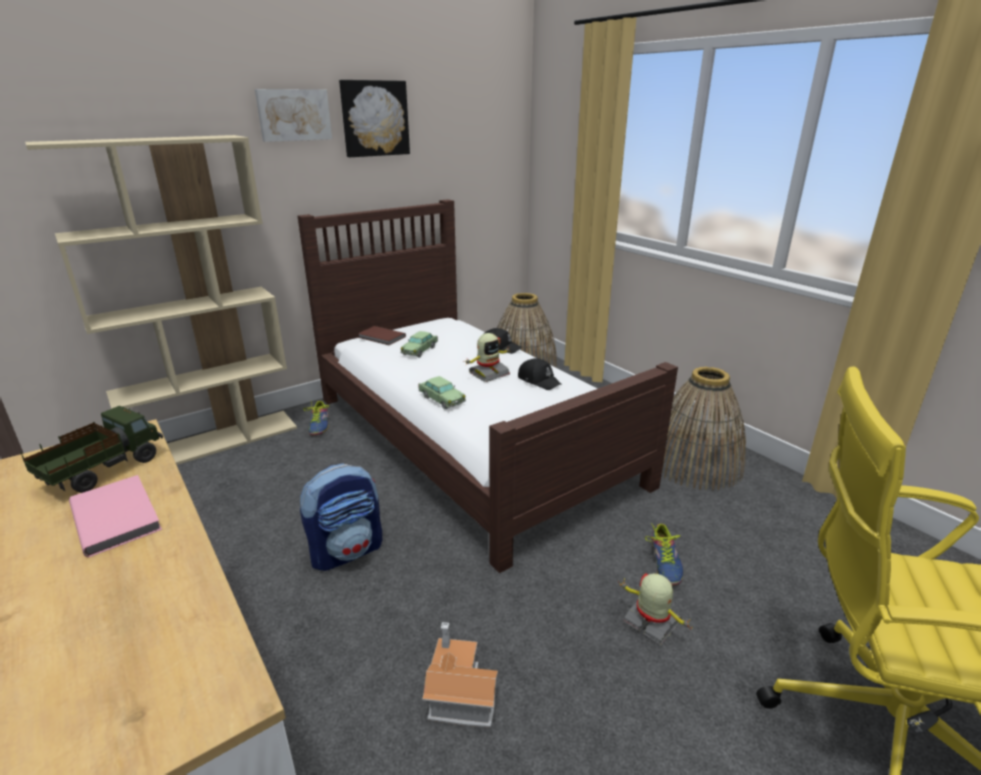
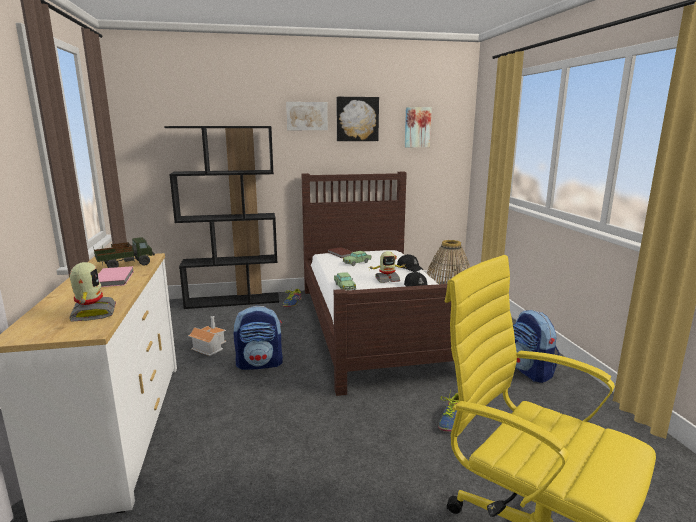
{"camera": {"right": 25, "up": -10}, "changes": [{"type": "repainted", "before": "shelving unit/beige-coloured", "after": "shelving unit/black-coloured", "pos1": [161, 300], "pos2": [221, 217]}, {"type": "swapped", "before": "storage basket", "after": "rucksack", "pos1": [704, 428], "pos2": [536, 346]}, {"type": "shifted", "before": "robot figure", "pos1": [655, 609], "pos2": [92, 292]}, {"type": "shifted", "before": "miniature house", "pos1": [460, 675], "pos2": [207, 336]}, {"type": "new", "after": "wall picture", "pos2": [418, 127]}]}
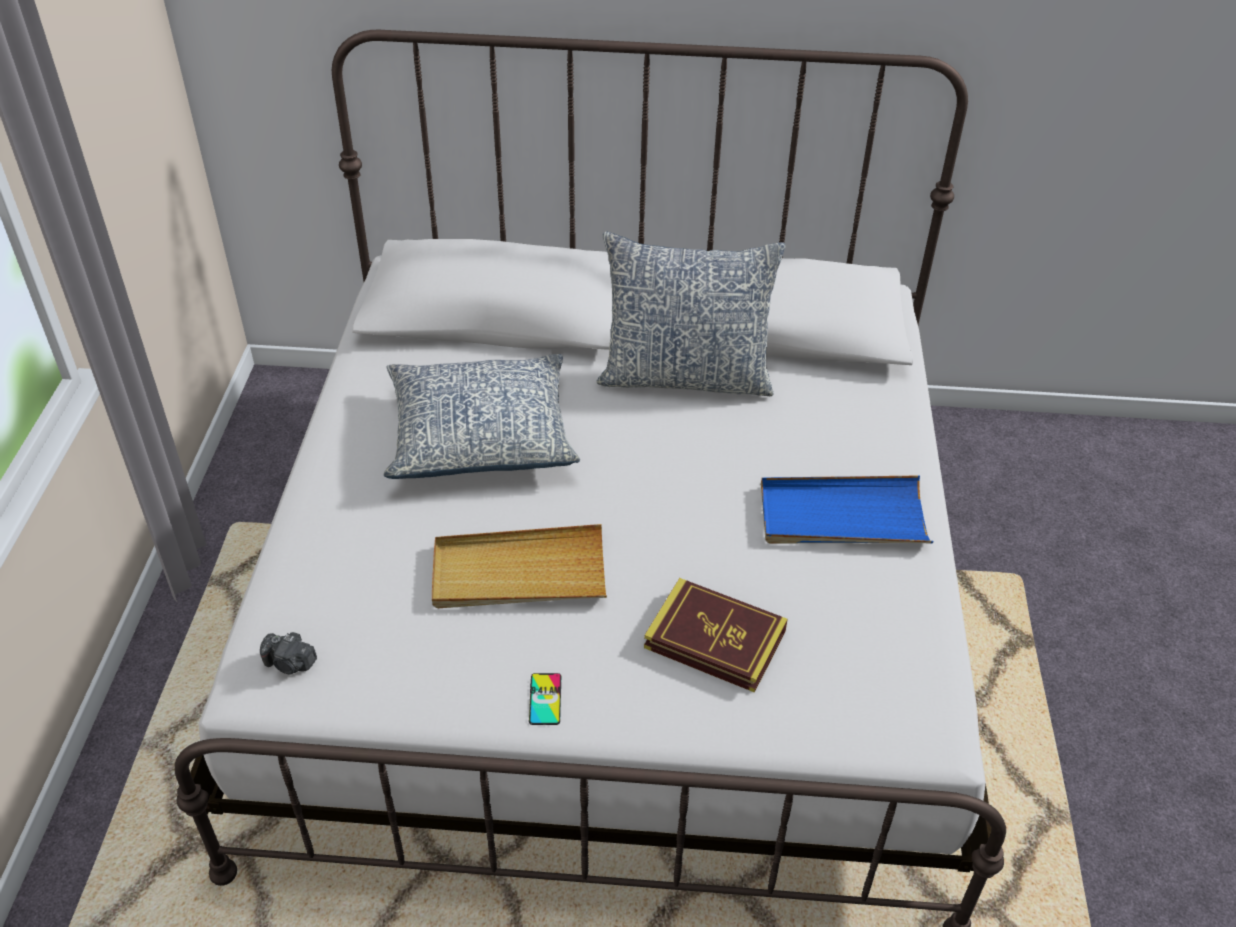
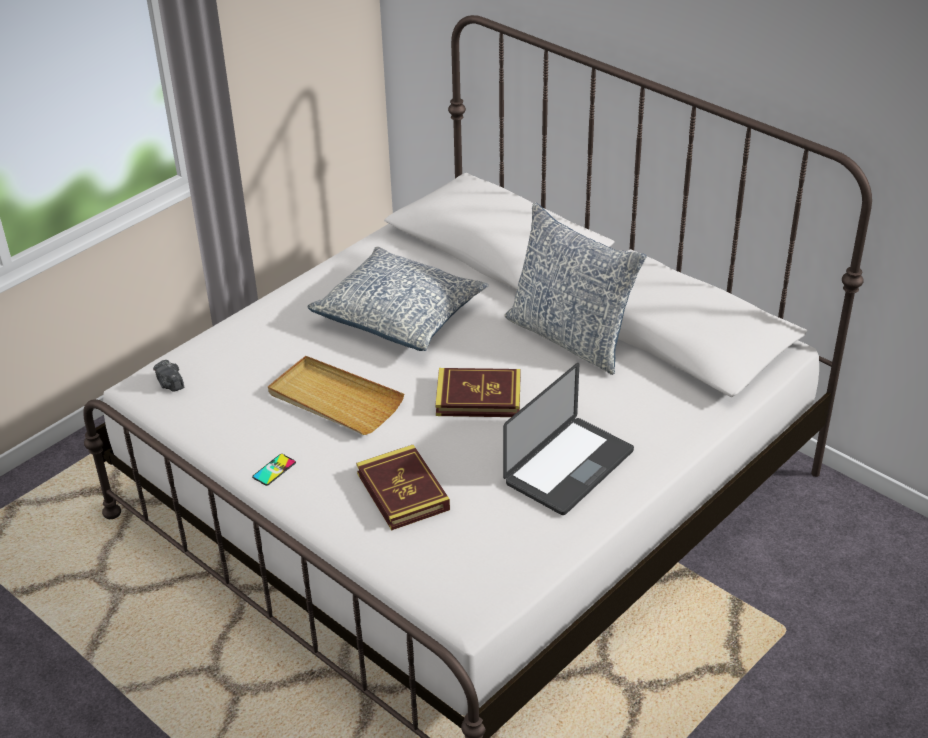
{"camera": {"right": 40, "up": -5}, "changes": [{"type": "swapped", "before": "carrying tray/blue-coloured", "after": "notebook computer", "pos1": [847, 509], "pos2": [568, 439]}, {"type": "new", "after": "bound book", "pos2": [478, 392]}]}
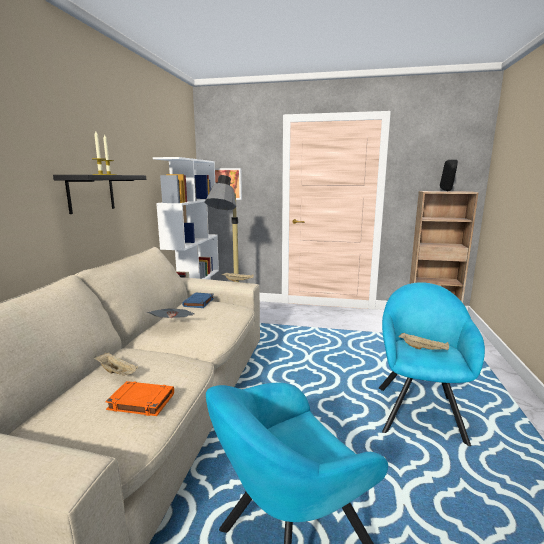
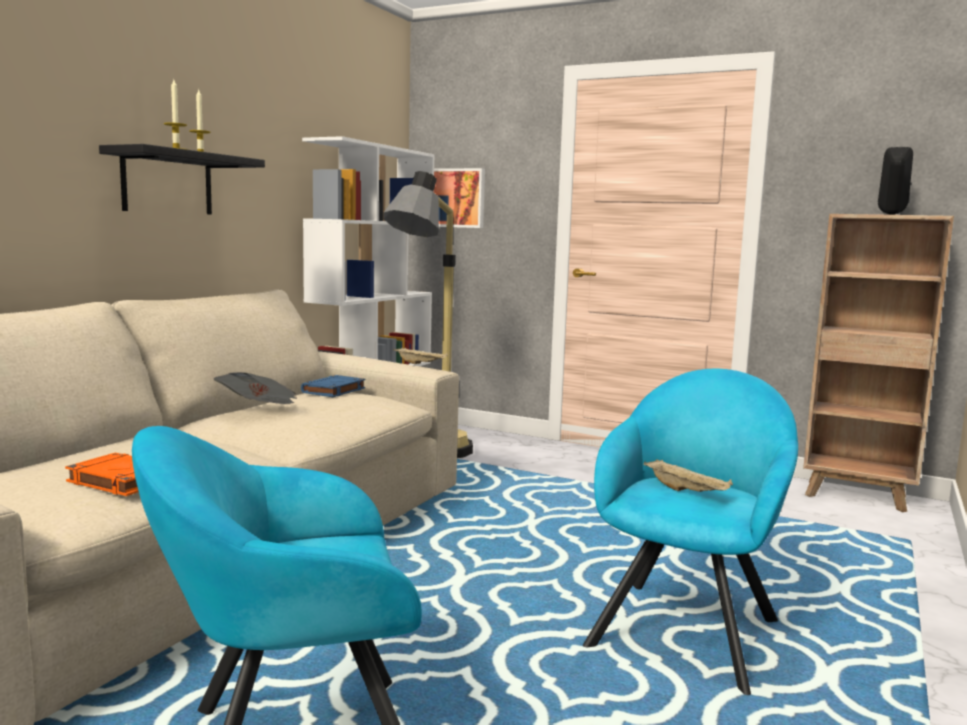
{"camera": {"right": 15, "up": -5}, "changes": [{"type": "gone", "before": "carrying tray/beige-coloured", "pos1": [116, 364]}]}
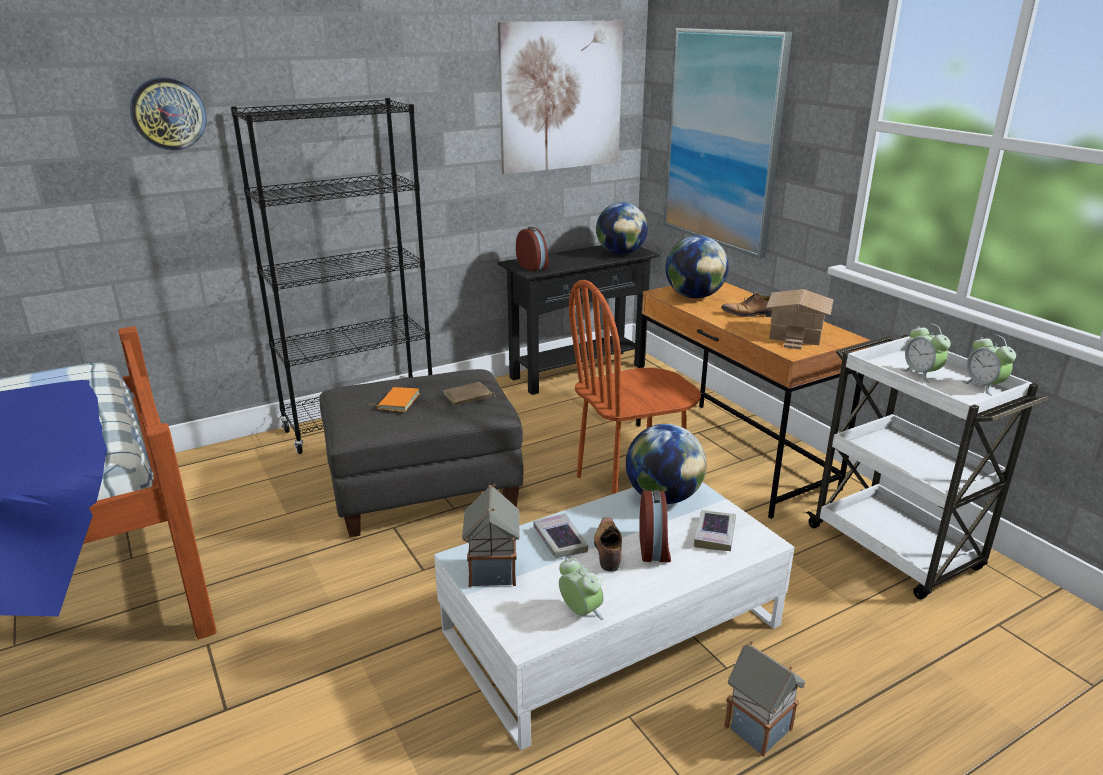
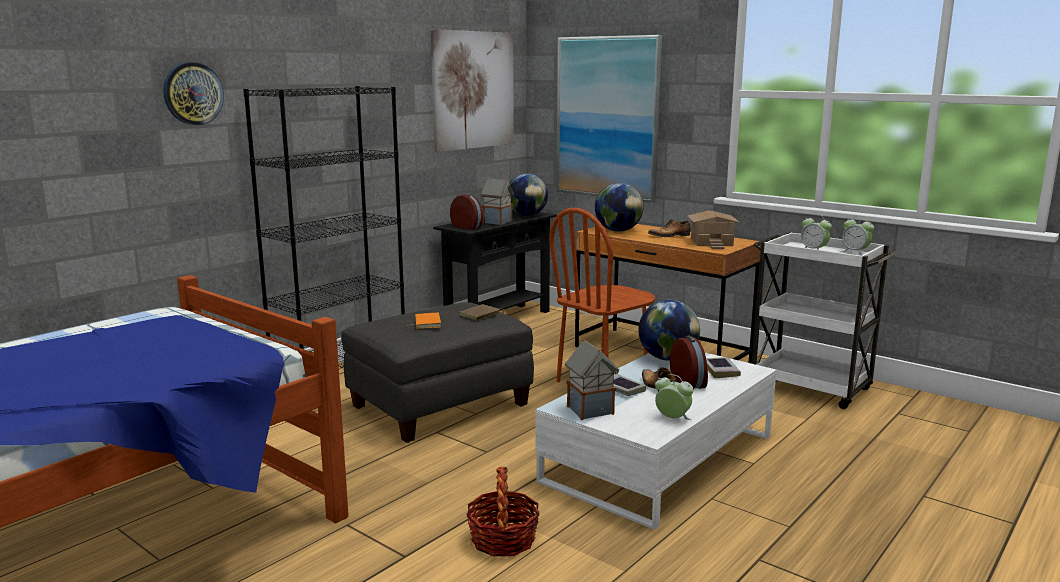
{"camera": {"right": -20, "up": -10}, "changes": [{"type": "shifted", "before": "miniature house", "pos1": [764, 699], "pos2": [497, 201]}, {"type": "new", "after": "storage basket", "pos2": [503, 512]}]}
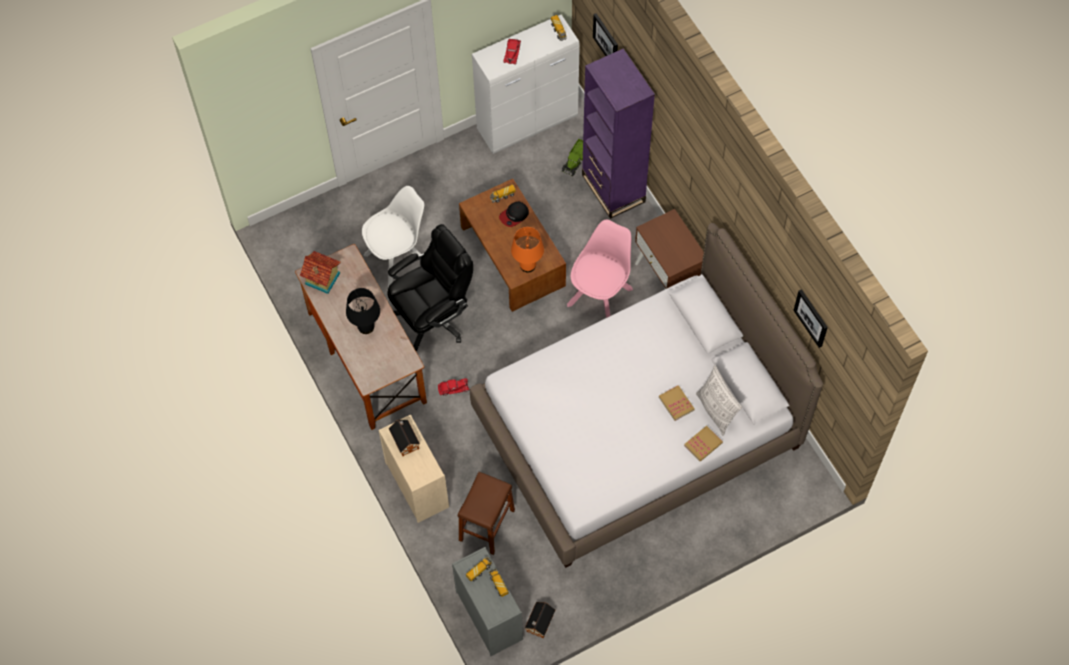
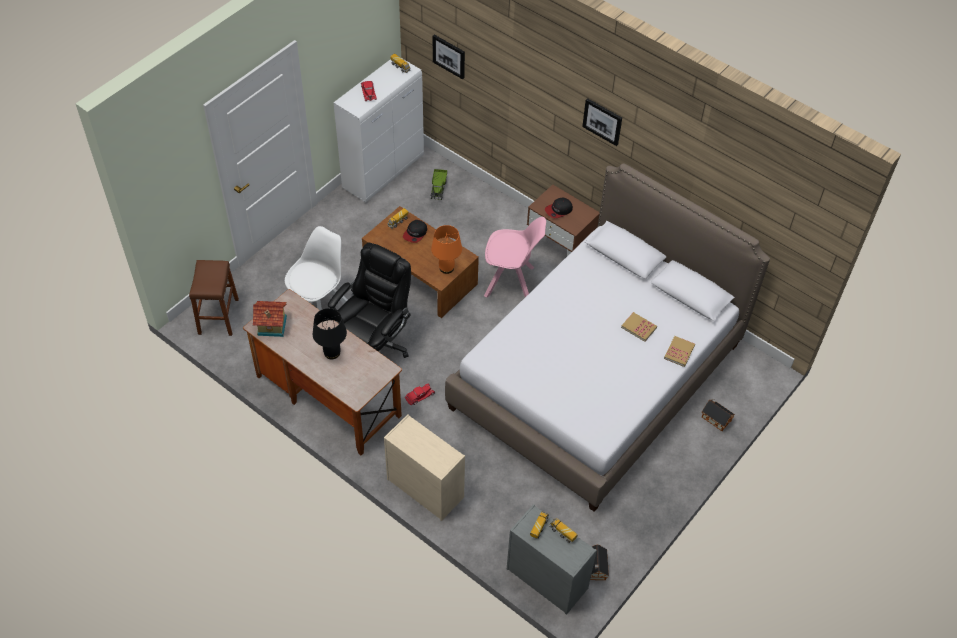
{"camera": {"right": -25, "up": -10}, "changes": [{"type": "gone", "before": "shelving unit/purplish", "pos1": [618, 133]}, {"type": "rotated", "before": "upright chair/pink-coloured", "pos1": [600, 269], "pos2": [515, 257], "turn": 90}, {"type": "shifted", "before": "wall picture", "pos1": [810, 318], "pos2": [602, 122]}, {"type": "gone", "before": "throw pillow", "pos1": [719, 400]}, {"type": "shifted", "before": "miniature house", "pos1": [404, 438], "pos2": [718, 415]}, {"type": "shifted", "before": "sitting stool/brown-coloured", "pos1": [486, 513], "pos2": [214, 298]}, {"type": "new", "after": "baseball cap", "pos2": [559, 208]}]}
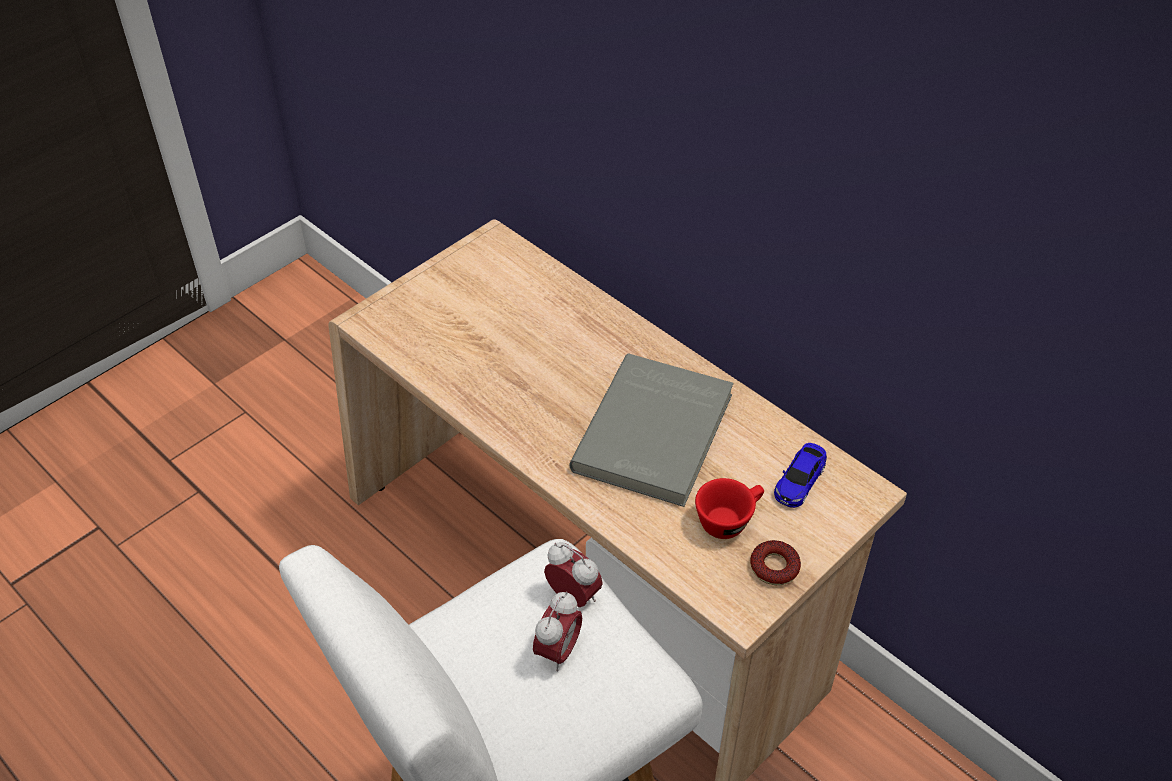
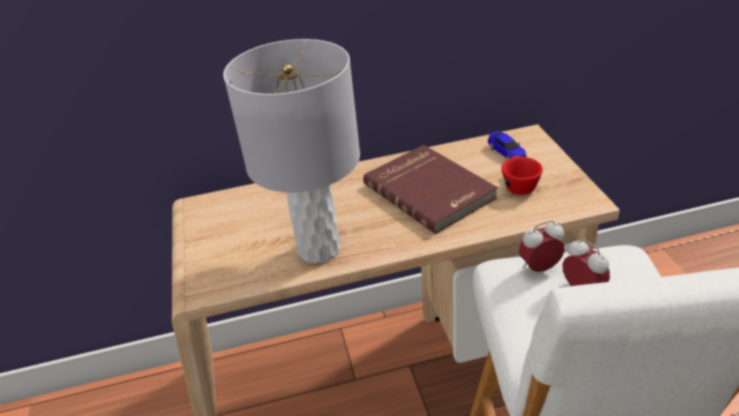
{"camera": {"right": -55, "up": -10}, "changes": [{"type": "repainted", "before": "bound book/grey", "after": "bound book/red-coloured", "pos1": [651, 430], "pos2": [430, 189]}, {"type": "gone", "before": "ring doughnut", "pos1": [775, 562]}, {"type": "new", "after": "lamp for a table/grey", "pos2": [291, 151]}]}
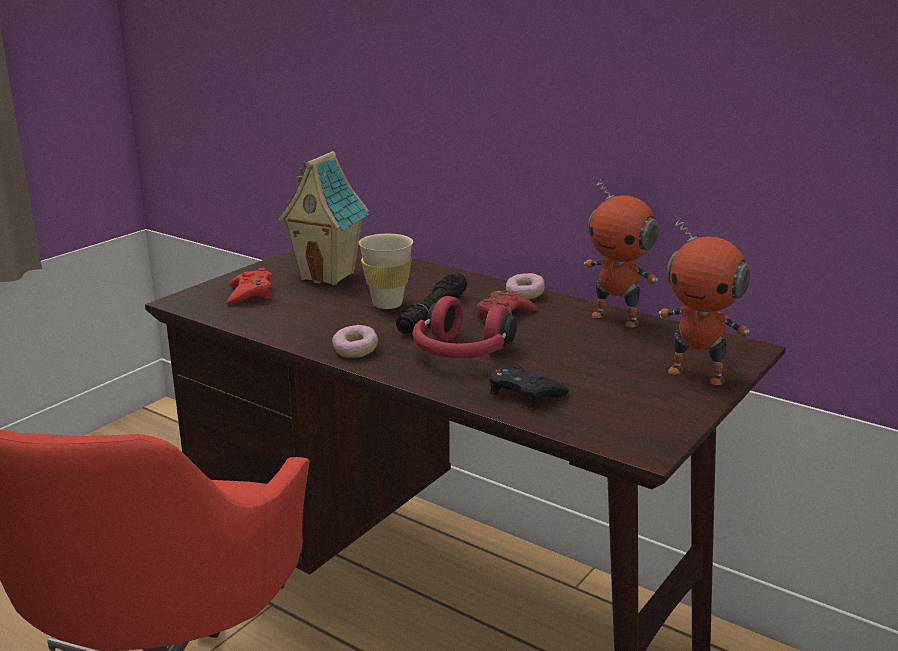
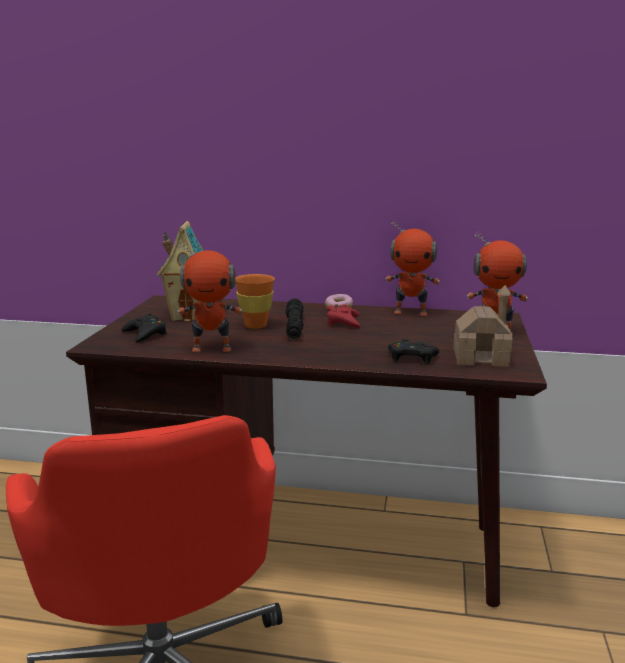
{"camera": {"right": -25, "up": -5}, "changes": [{"type": "repainted", "before": "cup/beige-coloured", "after": "cup/orangey", "pos1": [386, 271], "pos2": [255, 301]}, {"type": "repainted", "before": "joypad/red-coloured", "after": "joypad/black-coloured", "pos1": [249, 286], "pos2": [144, 327]}, {"type": "gone", "before": "headphones/red-coloured", "pos1": [465, 327]}, {"type": "gone", "before": "ring doughnut", "pos1": [355, 341]}, {"type": "new", "after": "robot figure", "pos2": [210, 297]}, {"type": "new", "after": "miniature house", "pos2": [482, 326]}]}
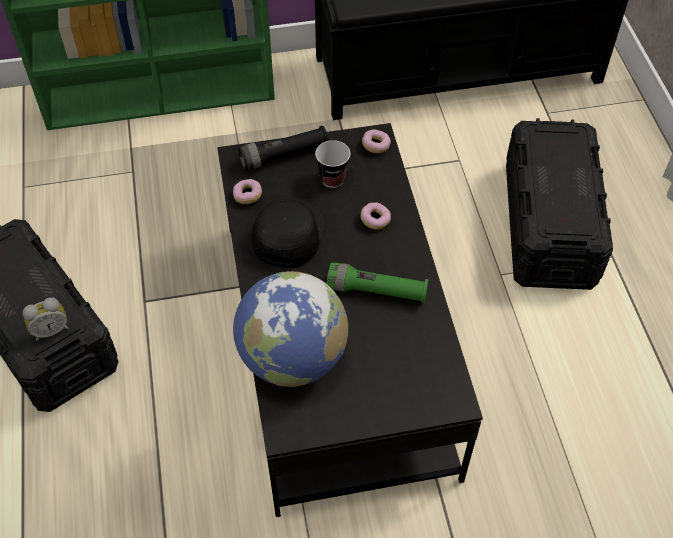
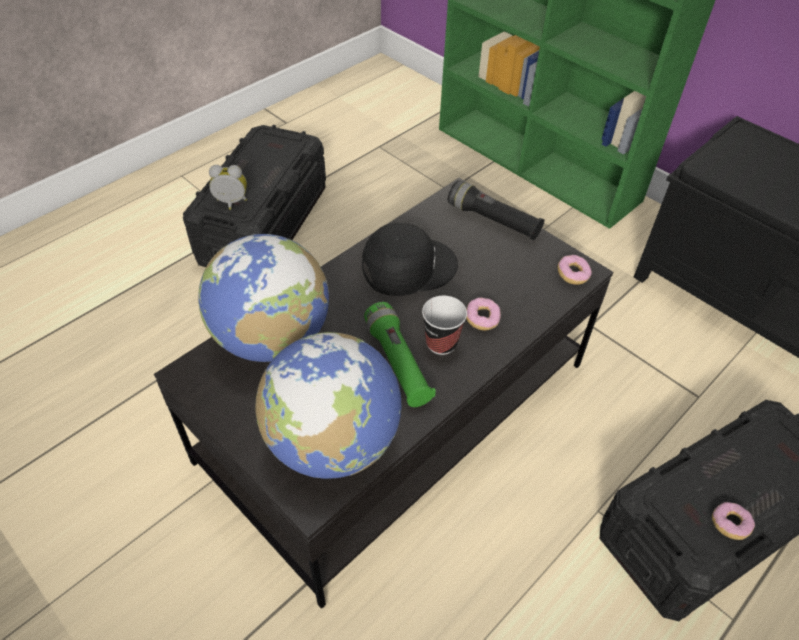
{"camera": {"right": 55, "up": -5}, "changes": [{"type": "shifted", "before": "cup", "pos1": [332, 164], "pos2": [444, 325]}, {"type": "shifted", "before": "ring doughnut", "pos1": [247, 191], "pos2": [733, 521]}, {"type": "rotated", "before": "bedside clock", "pos1": [46, 319], "pos2": [228, 187], "turn": 150}, {"type": "new", "after": "globe", "pos2": [328, 405]}]}
